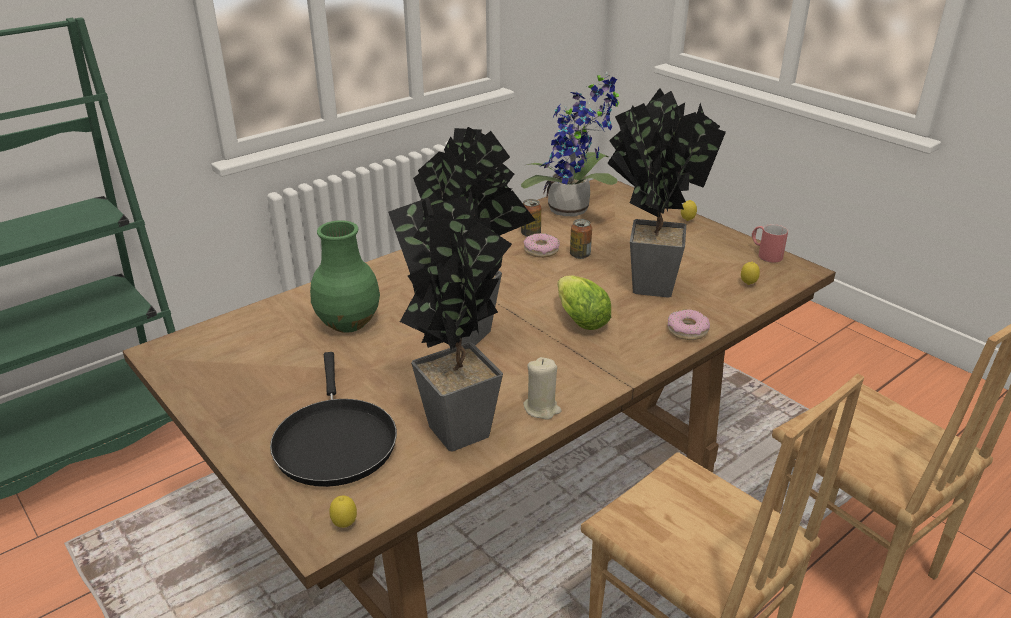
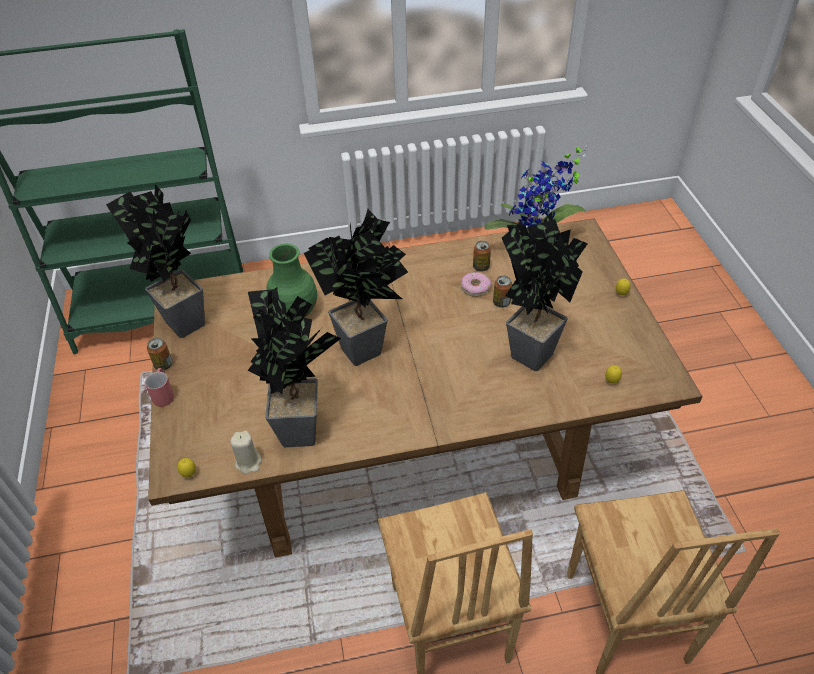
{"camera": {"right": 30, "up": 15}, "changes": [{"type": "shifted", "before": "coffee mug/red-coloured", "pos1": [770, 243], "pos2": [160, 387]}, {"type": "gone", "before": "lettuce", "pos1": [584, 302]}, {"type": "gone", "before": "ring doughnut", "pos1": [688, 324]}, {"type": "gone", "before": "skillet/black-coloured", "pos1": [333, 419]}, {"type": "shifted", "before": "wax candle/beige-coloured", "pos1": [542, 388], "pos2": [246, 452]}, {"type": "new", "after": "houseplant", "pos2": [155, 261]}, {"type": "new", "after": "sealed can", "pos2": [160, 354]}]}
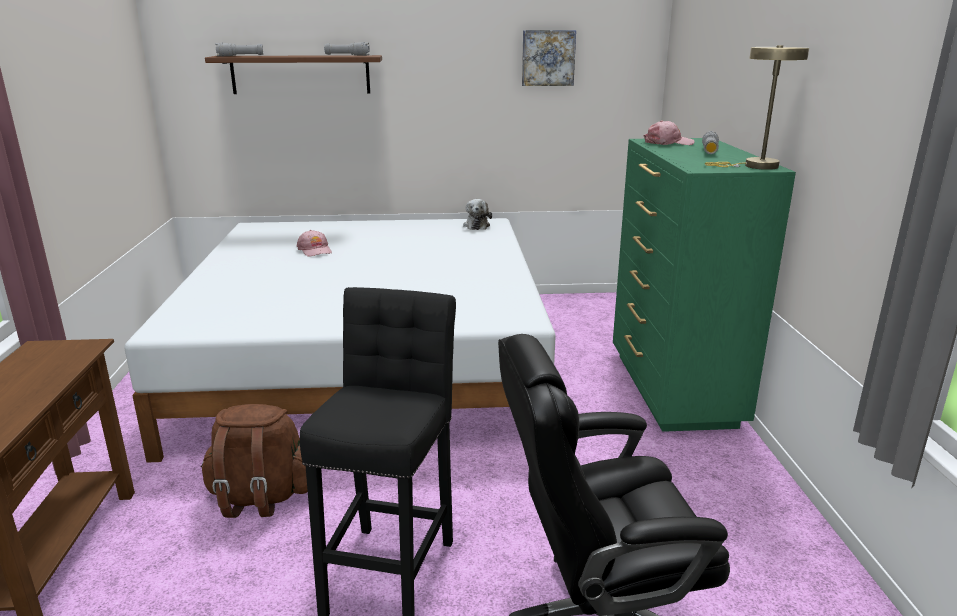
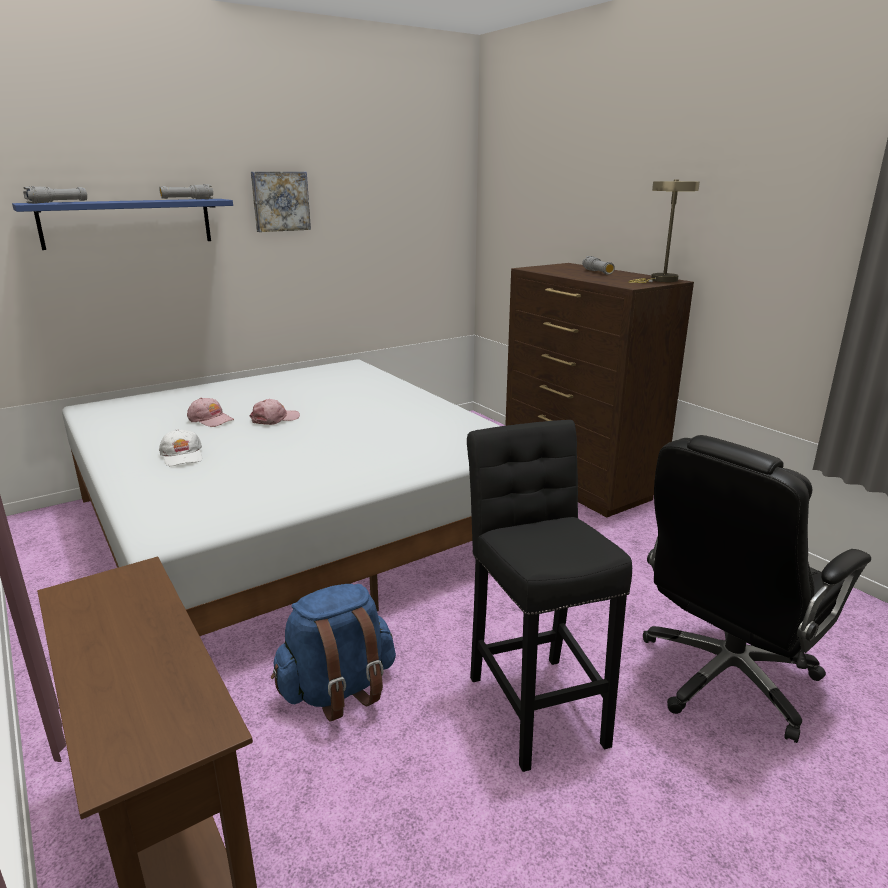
{"camera": {"right": -30, "up": 0}, "changes": [{"type": "shifted", "before": "wall picture", "pos1": [549, 58], "pos2": [281, 202]}, {"type": "repainted", "before": "wall shelf/brown-coloured", "after": "wall shelf/blue-coloured", "pos1": [293, 74], "pos2": [122, 224]}, {"type": "shifted", "before": "baseball cap/pink-coloured", "pos1": [669, 132], "pos2": [274, 412]}, {"type": "repainted", "before": "dresser/green", "after": "dresser/brown-coloured", "pos1": [704, 285], "pos2": [599, 390]}, {"type": "gone", "before": "plush toy", "pos1": [477, 214]}, {"type": "repainted", "before": "rucksack/brown-coloured", "after": "rucksack/blue-coloured", "pos1": [254, 461], "pos2": [333, 653]}, {"type": "new", "after": "baseball cap/whitish", "pos2": [180, 447]}]}
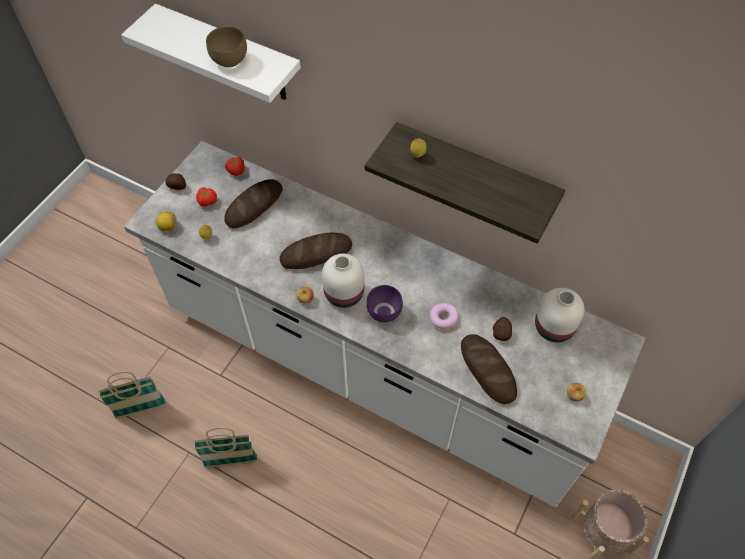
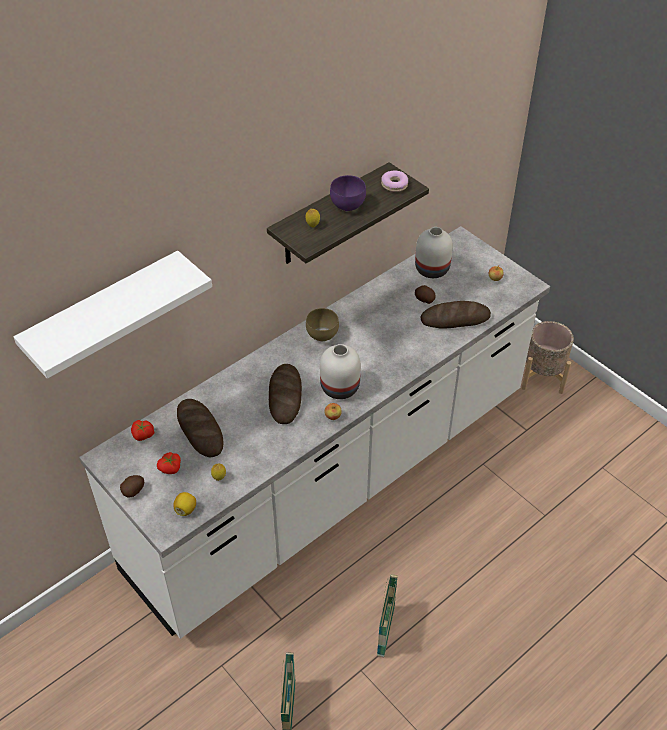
{"camera": {"right": -70, "up": -10}, "changes": [{"type": "shifted", "before": "bowl/brown-coloured", "pos1": [226, 47], "pos2": [322, 324]}, {"type": "shifted", "before": "bowl/purplish", "pos1": [384, 303], "pos2": [348, 193]}, {"type": "shifted", "before": "ring doughnut", "pos1": [444, 316], "pos2": [394, 181]}]}
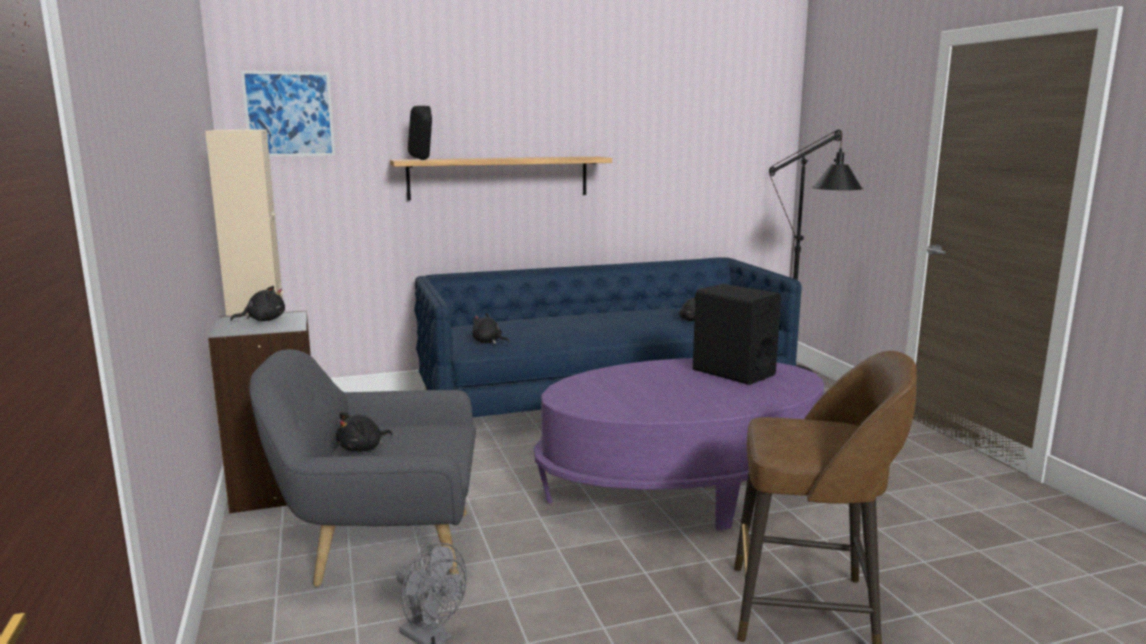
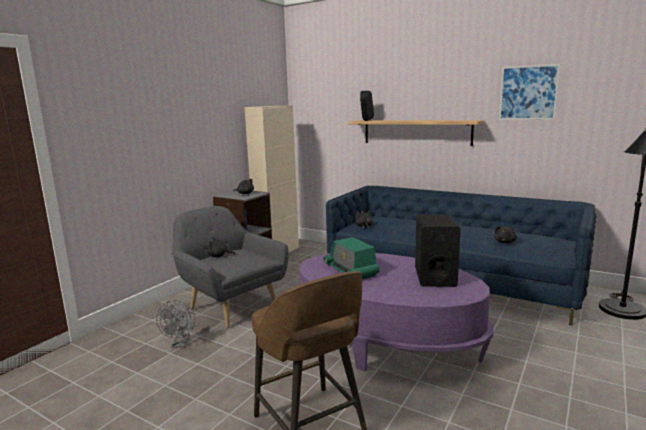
{"camera": {"right": 50, "up": 0}, "changes": [{"type": "shifted", "before": "wall picture", "pos1": [288, 114], "pos2": [529, 92]}, {"type": "new", "after": "radio", "pos2": [351, 258]}]}
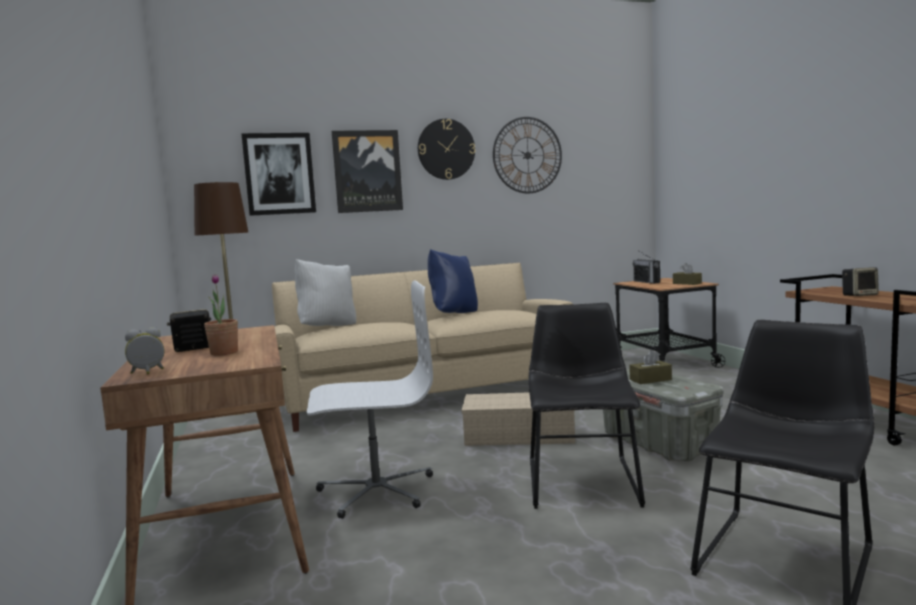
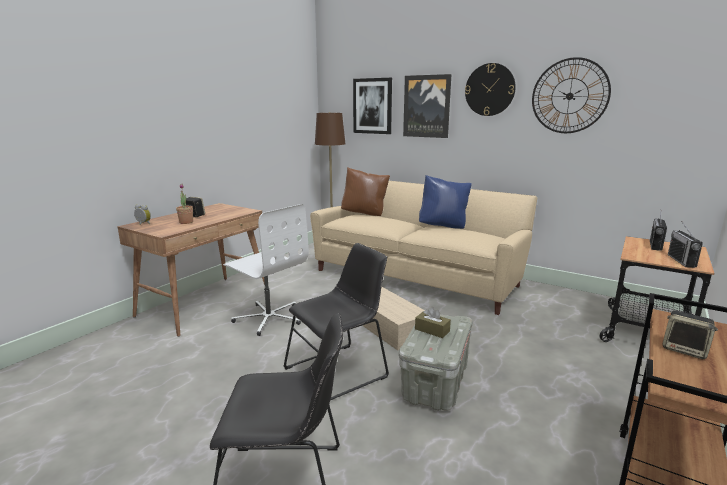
{"camera": {"right": 50, "up": 10}, "changes": [{"type": "repainted", "before": "throw pillow/whitish", "after": "throw pillow/brown-coloured", "pos1": [325, 292], "pos2": [365, 191]}, {"type": "swapped", "before": "tissue box/brown-coloured", "after": "radio", "pos1": [687, 274], "pos2": [685, 244]}]}
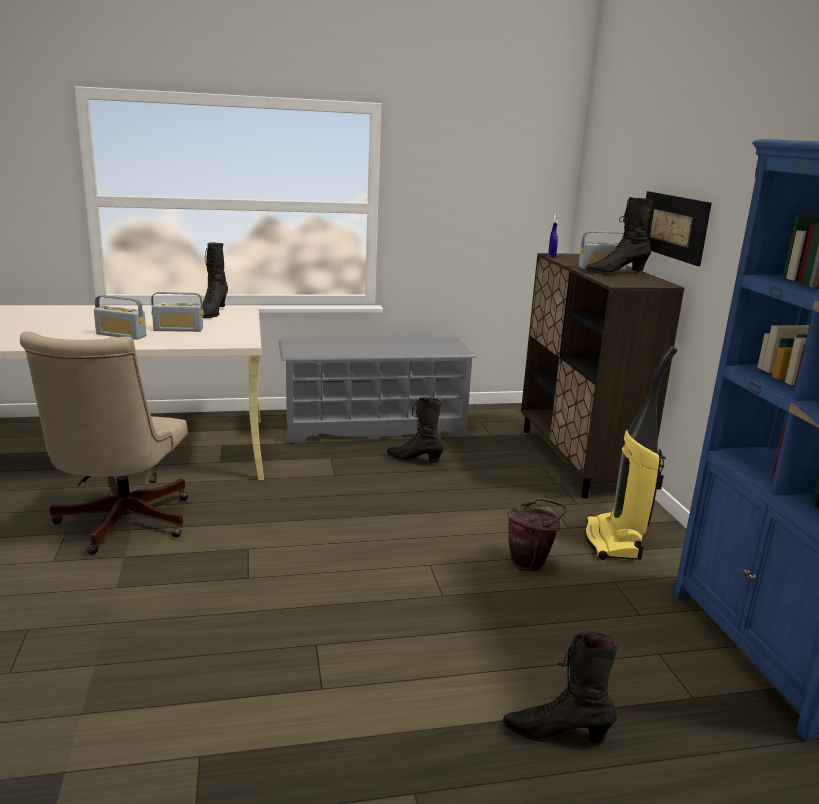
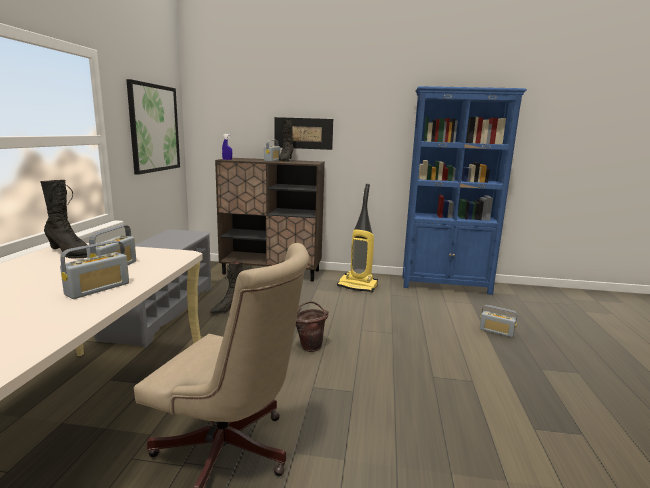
{"camera": {"right": -70, "up": -5}, "changes": [{"type": "shifted", "before": "pail/brown-coloured", "pos1": [537, 535], "pos2": [312, 326]}, {"type": "swapped", "before": "boot/black-coloured", "after": "radio", "pos1": [560, 687], "pos2": [498, 321]}, {"type": "new", "after": "wall picture", "pos2": [153, 127]}]}
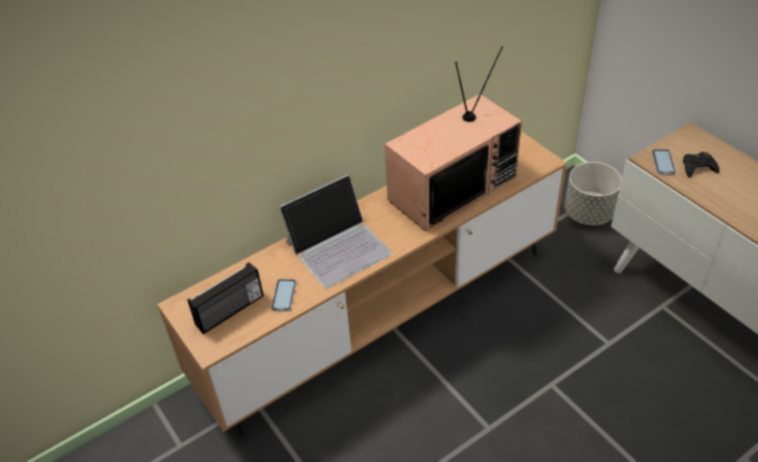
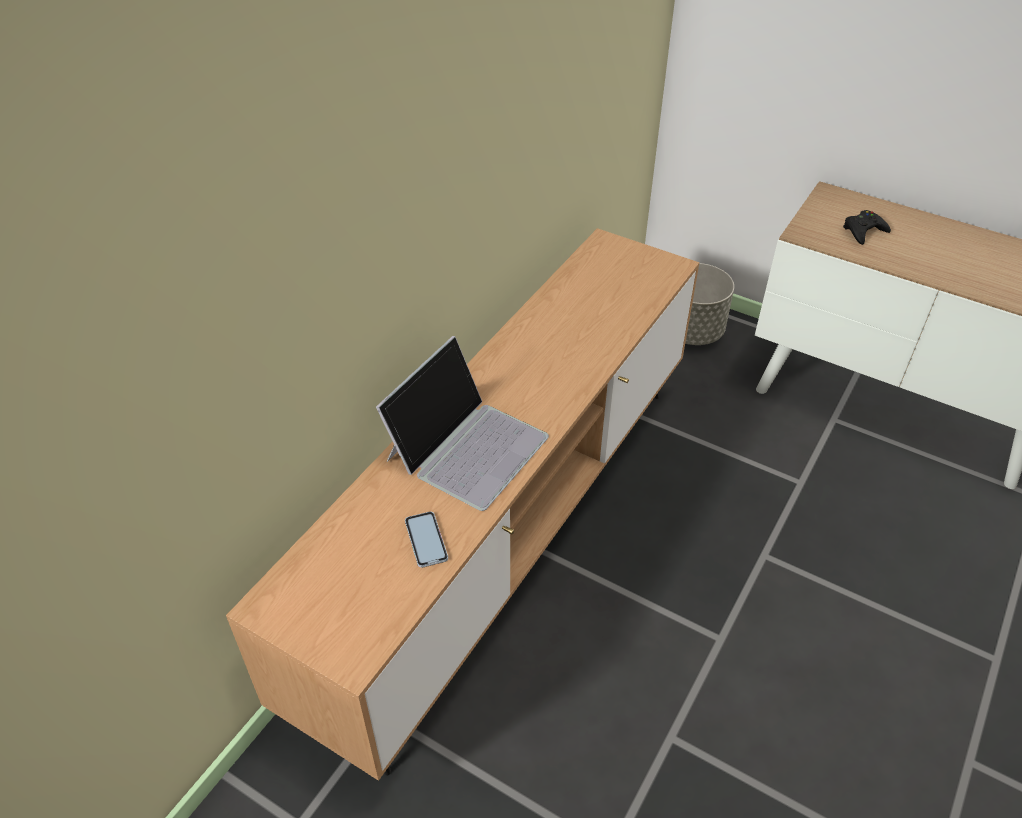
{"camera": {"right": -25, "up": 0}, "changes": [{"type": "gone", "before": "TV", "pos1": [453, 138]}, {"type": "gone", "before": "telephone", "pos1": [664, 161]}, {"type": "gone", "before": "radio", "pos1": [225, 298]}]}
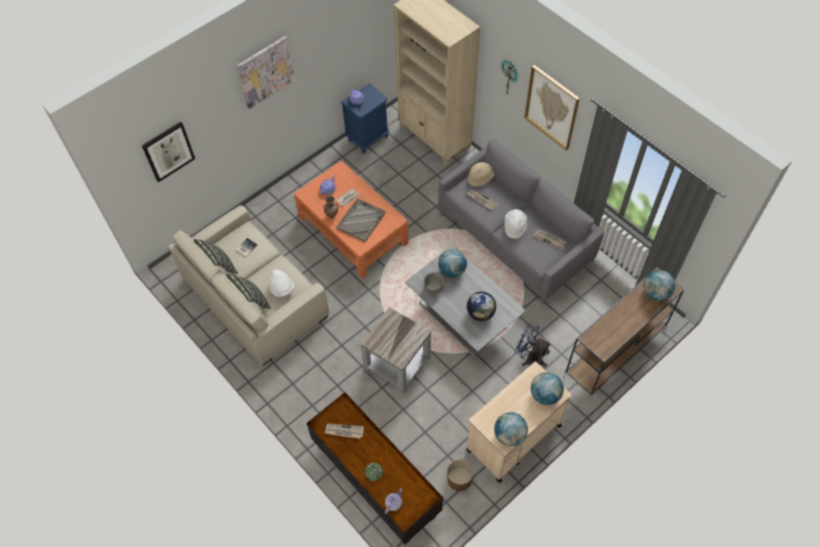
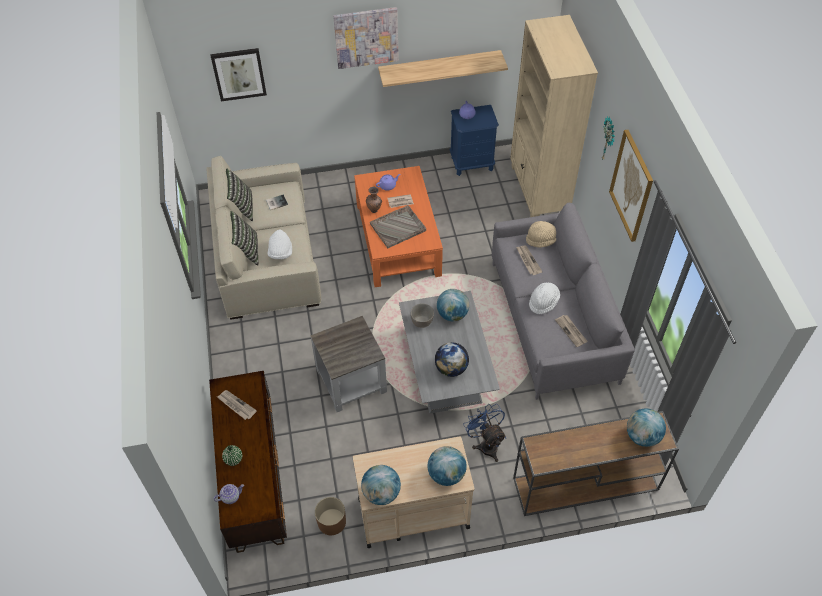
{"camera": {"right": 30, "up": -5}, "changes": [{"type": "new", "after": "wall shelf", "pos2": [443, 68]}]}
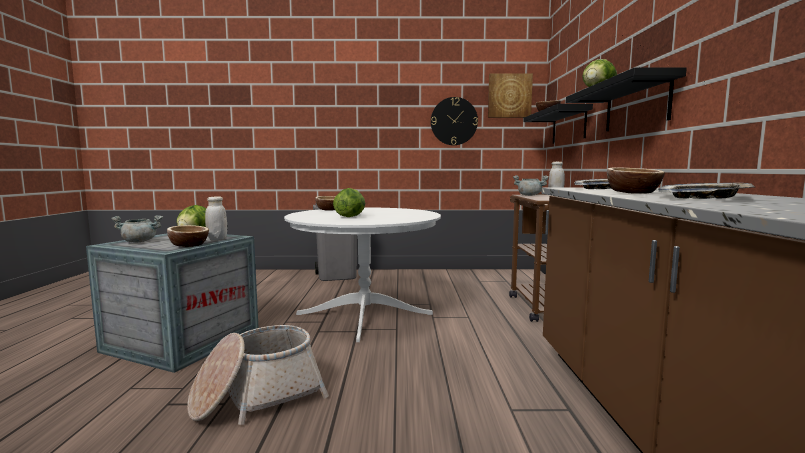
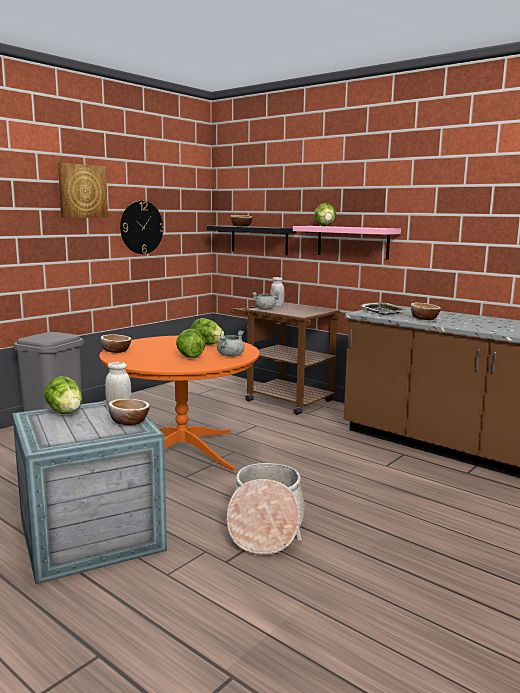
{"camera": {"right": -50, "up": 5}, "changes": [{"type": "repainted", "before": "wall shelf/black-coloured", "after": "wall shelf/pink-coloured", "pos1": [626, 99], "pos2": [347, 243]}, {"type": "shifted", "before": "wall picture", "pos1": [510, 95], "pos2": [83, 190]}, {"type": "gone", "before": "carrying tray", "pos1": [706, 191]}, {"type": "repainted", "before": "dinner table/whitish", "after": "dinner table/orangey", "pos1": [362, 275], "pos2": [179, 403]}, {"type": "shifted", "before": "saucepot/grey", "pos1": [137, 229], "pos2": [231, 343]}, {"type": "new", "after": "lettuce", "pos2": [207, 331]}]}
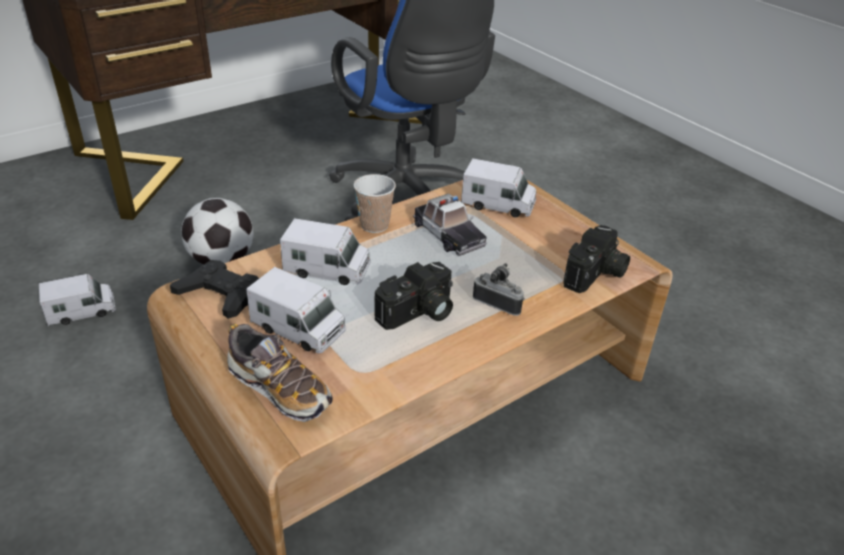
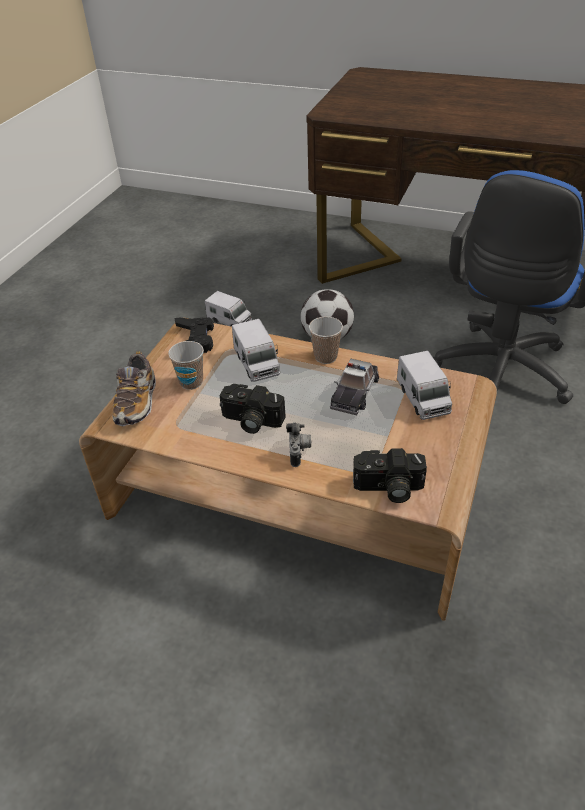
{"camera": {"right": 60, "up": 5}, "changes": [{"type": "swapped", "before": "toy truck", "after": "cup", "pos1": [296, 310], "pos2": [186, 365]}]}
